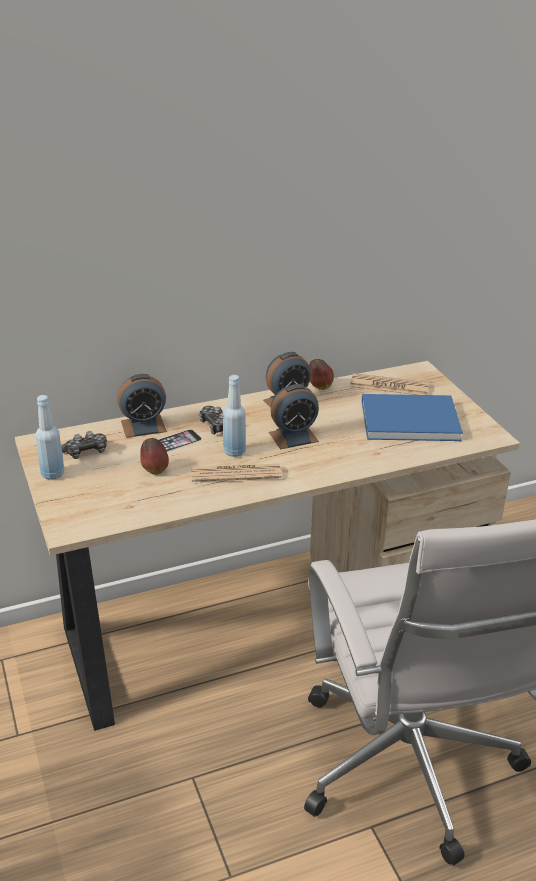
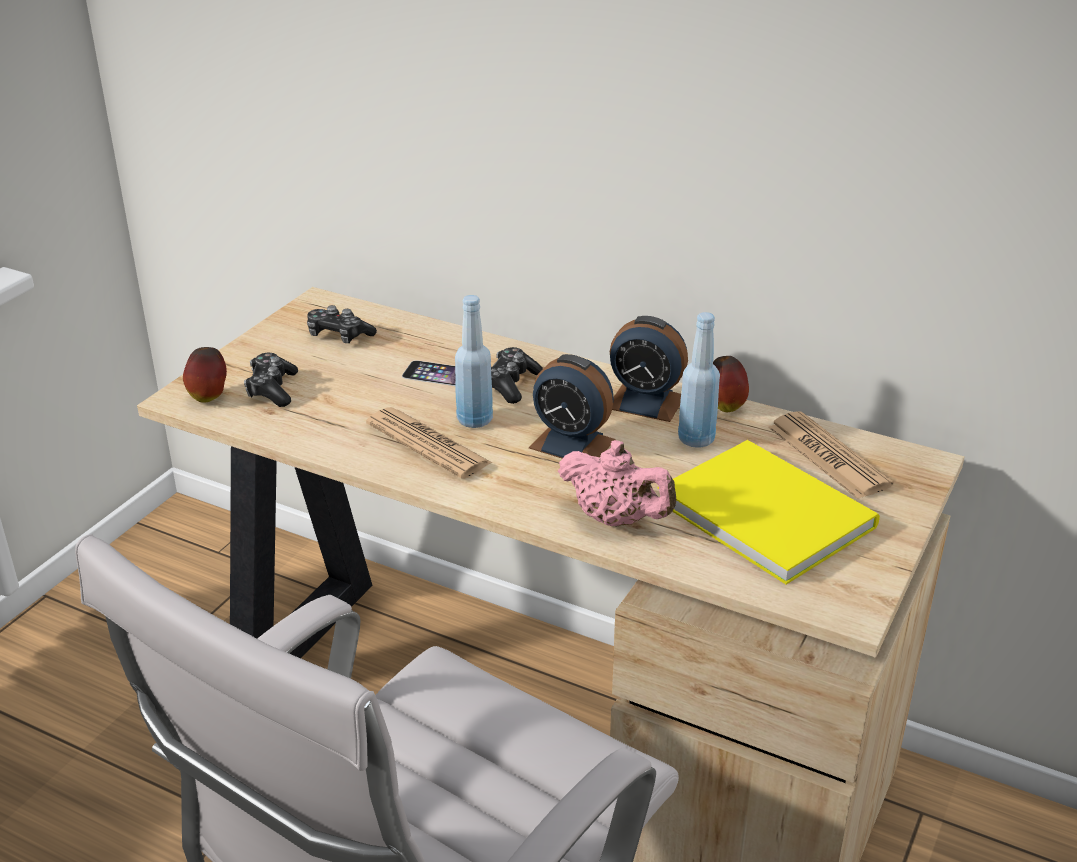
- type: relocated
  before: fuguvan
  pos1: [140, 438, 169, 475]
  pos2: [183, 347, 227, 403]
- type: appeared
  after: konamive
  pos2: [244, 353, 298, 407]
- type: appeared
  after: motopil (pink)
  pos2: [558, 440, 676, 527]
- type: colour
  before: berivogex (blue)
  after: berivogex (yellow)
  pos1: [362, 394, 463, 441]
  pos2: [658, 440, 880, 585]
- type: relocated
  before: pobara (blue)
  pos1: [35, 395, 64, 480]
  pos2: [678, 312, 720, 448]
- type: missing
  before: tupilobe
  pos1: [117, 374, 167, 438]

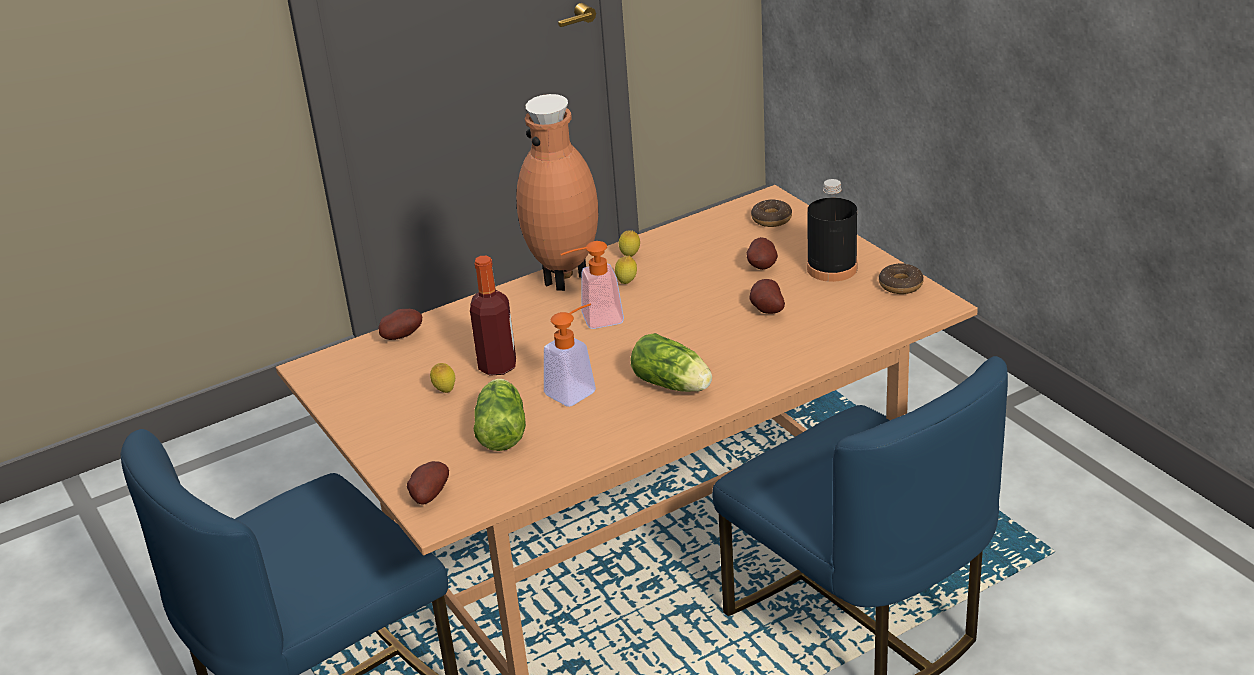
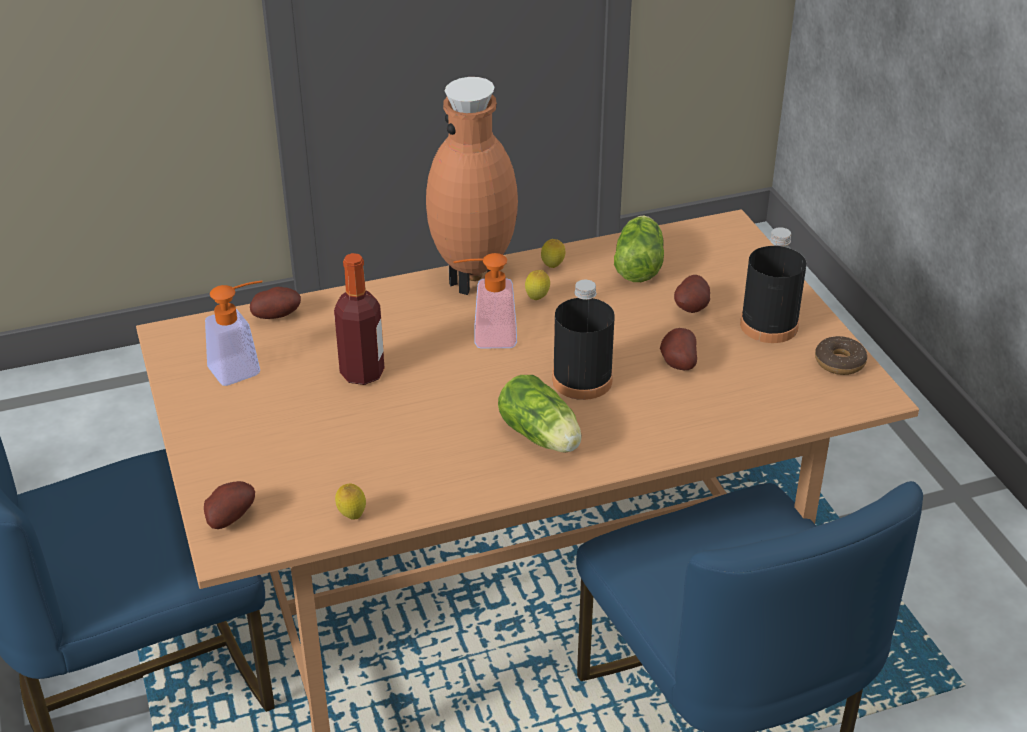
- type: relocated
  before: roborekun
  pos1: [544, 303, 596, 407]
  pos2: [205, 280, 262, 386]
- type: relocated
  before: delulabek
  pos1: [430, 363, 455, 393]
  pos2: [335, 484, 366, 520]
- type: appeared
  after: pobara (black)
  pos2: [552, 280, 615, 400]
- type: relocated
  before: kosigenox
  pos1: [474, 379, 526, 451]
  pos2: [614, 216, 664, 282]
- type: missing
  before: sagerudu
  pos1: [751, 200, 792, 227]

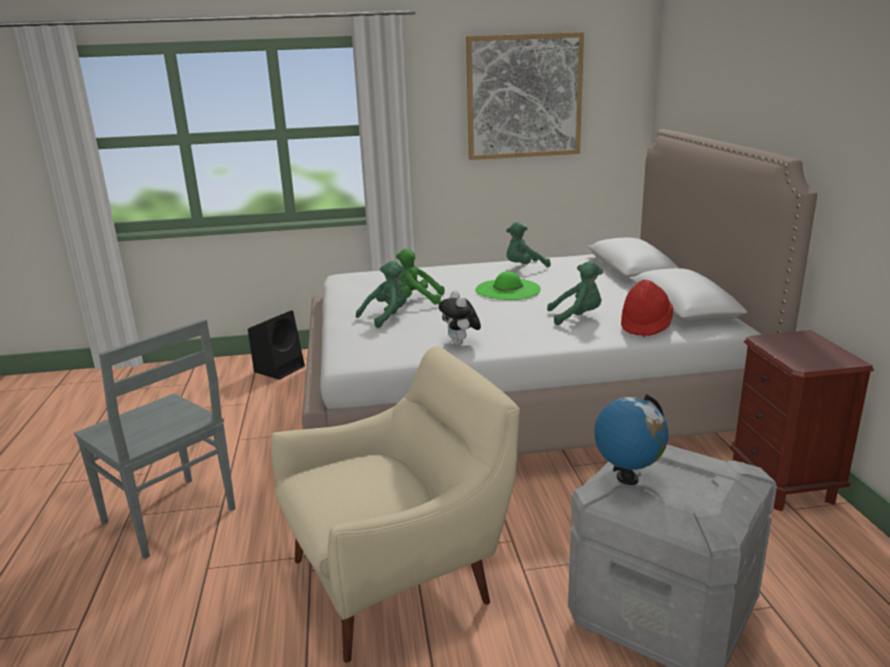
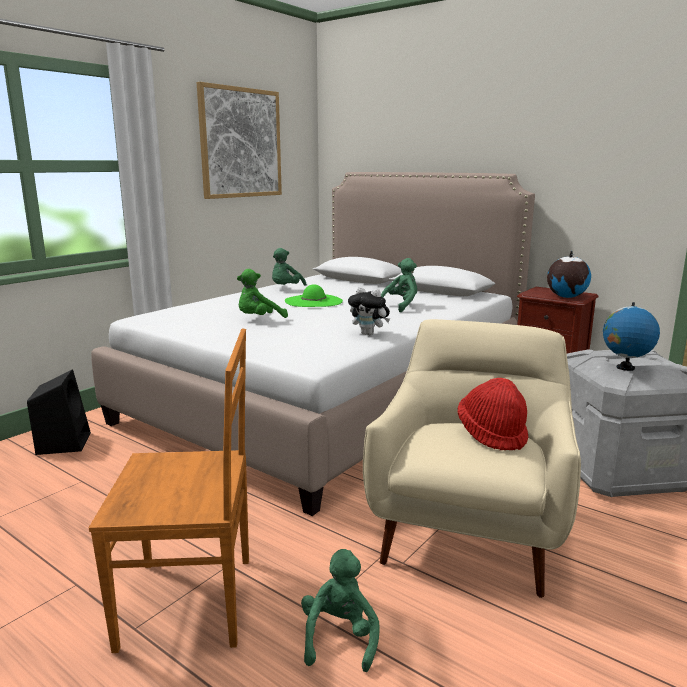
- type: colour
  before: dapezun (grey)
  after: dapezun (brown)
  pos1: [74, 319, 236, 559]
  pos2: [89, 329, 249, 653]
- type: relocated
  before: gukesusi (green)
  pos1: [356, 261, 407, 328]
  pos2: [301, 549, 380, 672]
- type: relocated
  before: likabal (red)
  pos1: [621, 280, 674, 337]
  pos2: [458, 378, 528, 450]
- type: appeared
  after: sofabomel
  pos2: [547, 251, 591, 298]

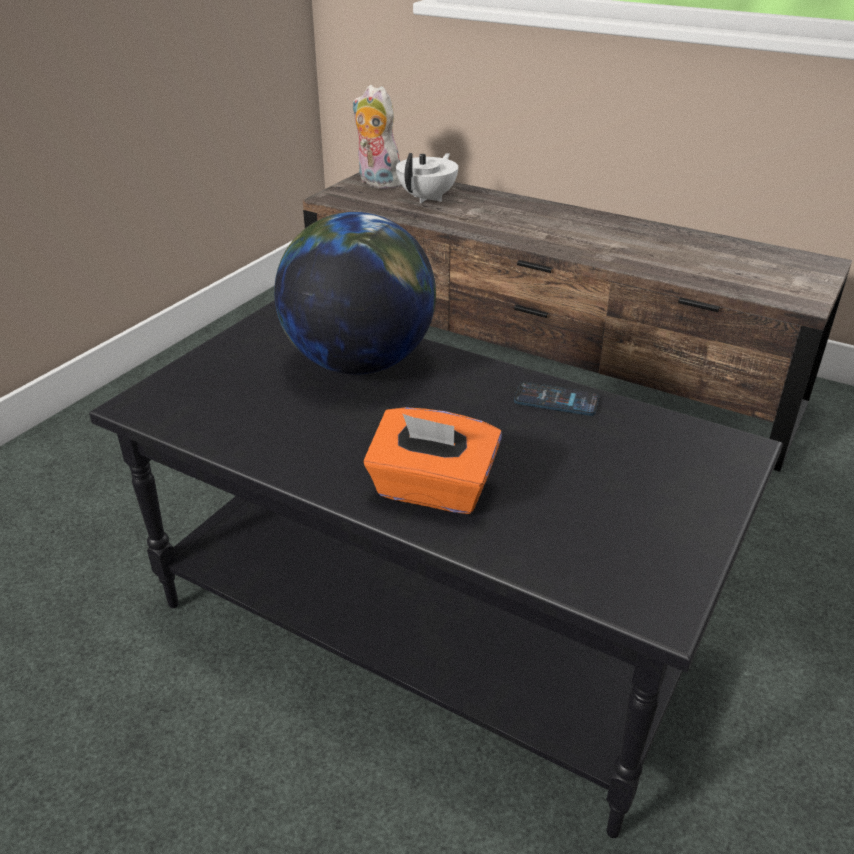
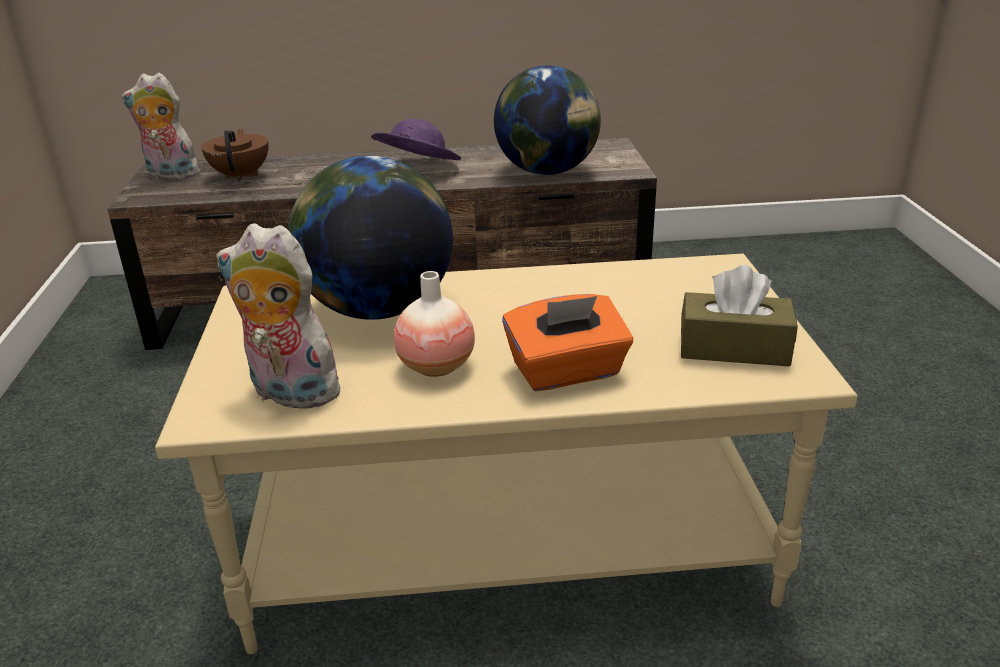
- type: colour
  before: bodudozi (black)
  after: bodudozi (beige)
  pos1: [89, 300, 783, 838]
  pos2: [155, 254, 857, 654]
- type: colour
  before: motopil (white)
  after: motopil (brown)
  pos1: [396, 153, 458, 203]
  pos2: [201, 129, 269, 182]
- type: appeared
  after: gukesusi
  pos2: [216, 223, 351, 409]
- type: appeared
  after: likabal (purple)
  pos2: [371, 119, 461, 160]
- type: appeared
  after: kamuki
  pos2: [394, 271, 475, 377]
- type: appeared
  after: sofabomel
  pos2: [494, 65, 601, 175]
- type: appeared
  after: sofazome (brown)
  pos2: [681, 265, 798, 367]
- type: missing
  before: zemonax
  pos1: [514, 382, 599, 416]

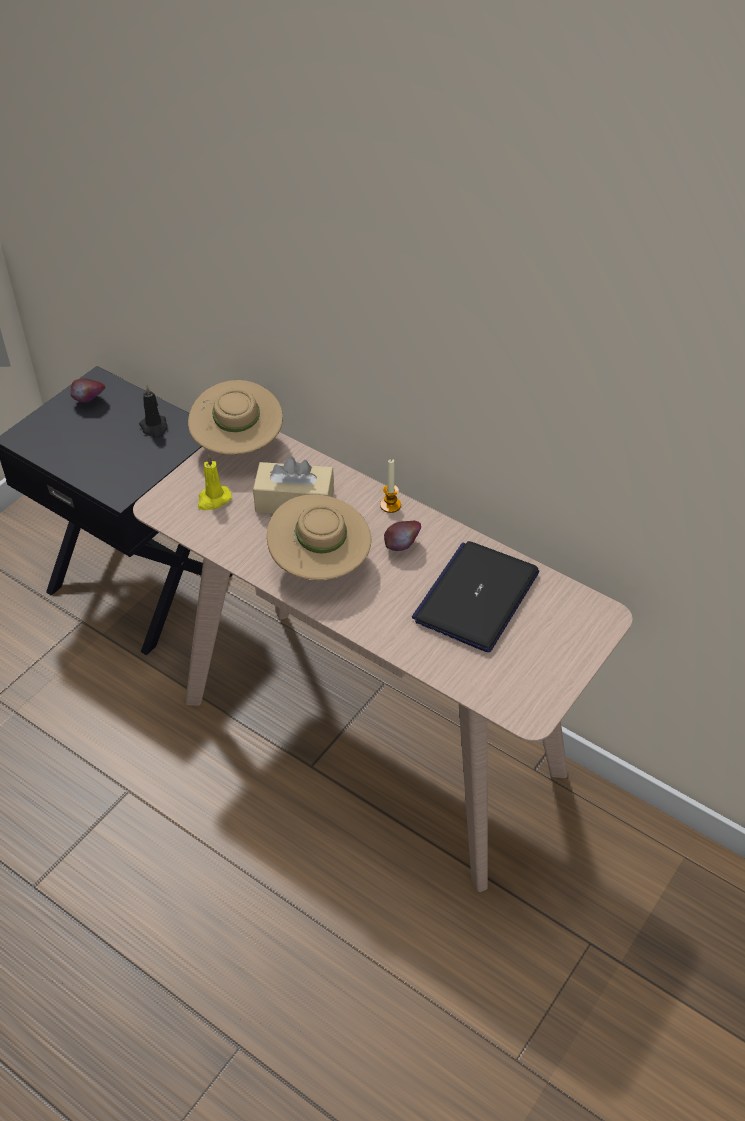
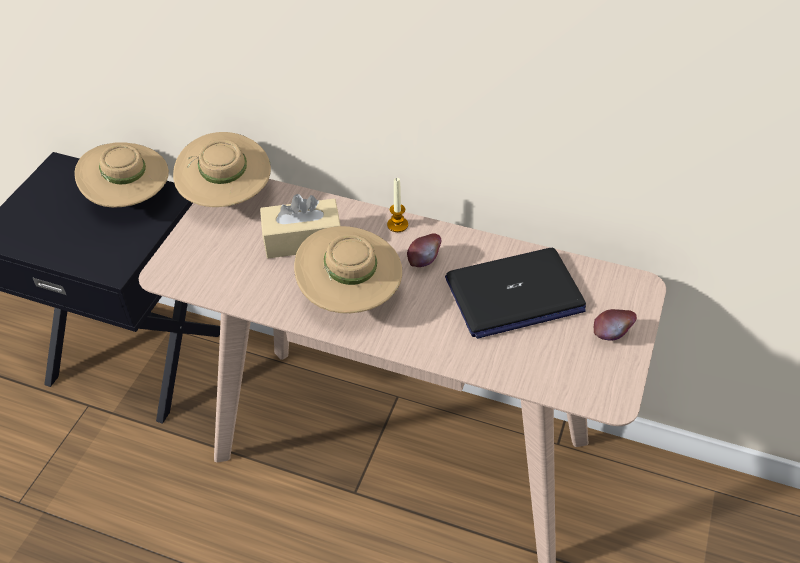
- type: exchanged
  before: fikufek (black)
  after: likabal (beige)
  pos1: [139, 386, 168, 438]
  pos2: [74, 143, 169, 208]
- type: spun
  before: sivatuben
  pos1: [412, 541, 539, 652]
  pos2: [445, 248, 586, 339]
  turn: -120
- type: relocated
  before: fuguvan
  pos1: [70, 378, 105, 402]
  pos2: [594, 309, 637, 341]
- type: missing
  before: fikufek (yellow)
  pos1: [198, 455, 232, 510]

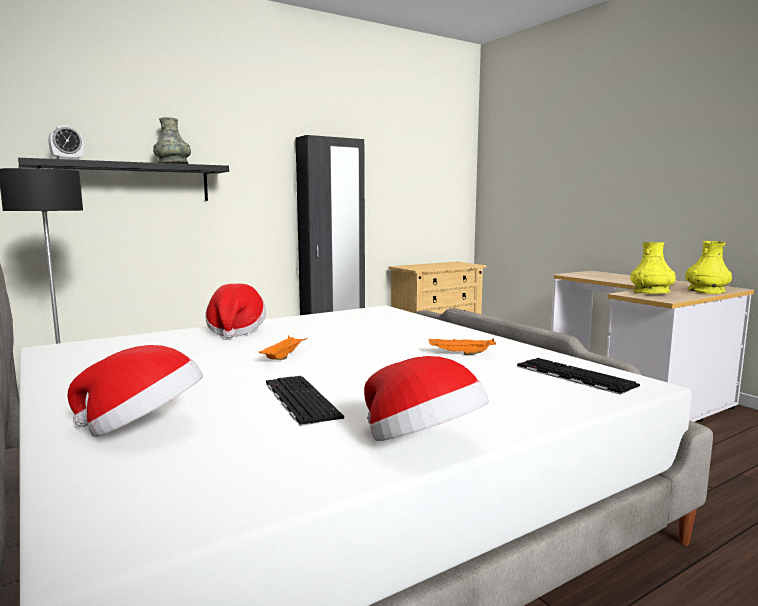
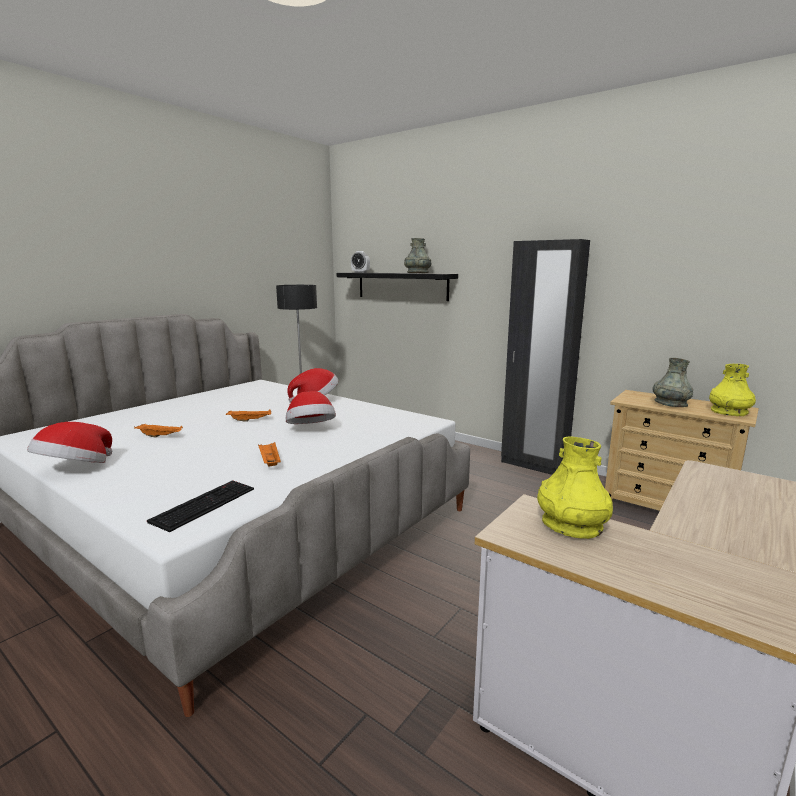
- type: exchanged
  before: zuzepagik
  after: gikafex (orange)
  pos1: [266, 376, 344, 426]
  pos2: [134, 424, 183, 438]
- type: relocated
  before: likabal
  pos1: [68, 345, 203, 437]
  pos2: [286, 391, 336, 424]
- type: appeared
  after: kamuki (grey)
  pos2: [652, 358, 693, 407]
- type: relocated
  before: kamuki (yellow)
  pos1: [685, 241, 732, 294]
  pos2: [709, 364, 756, 416]

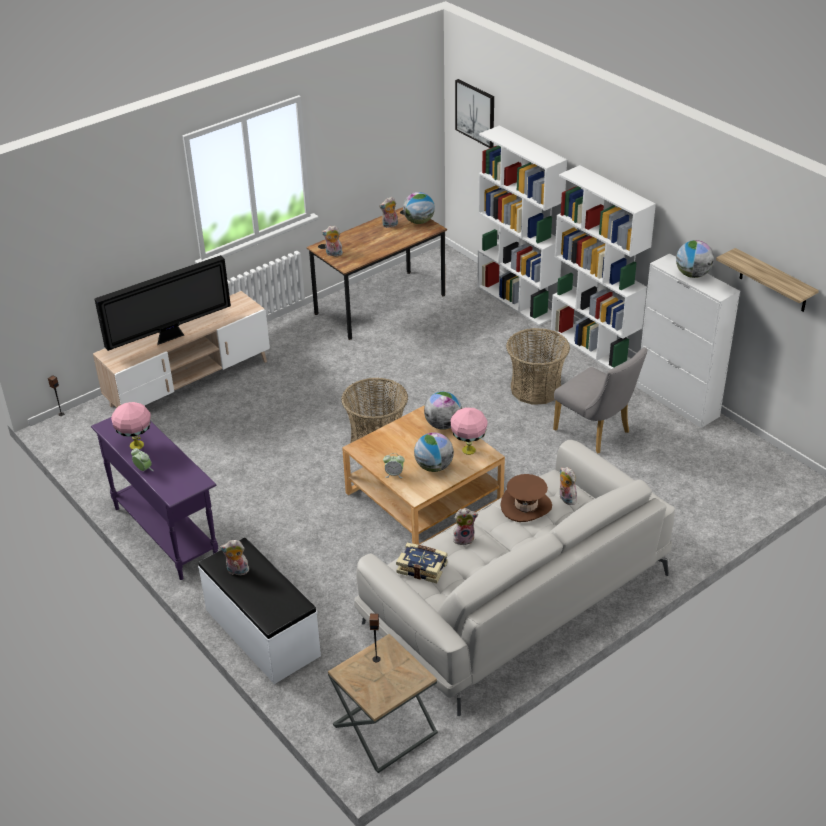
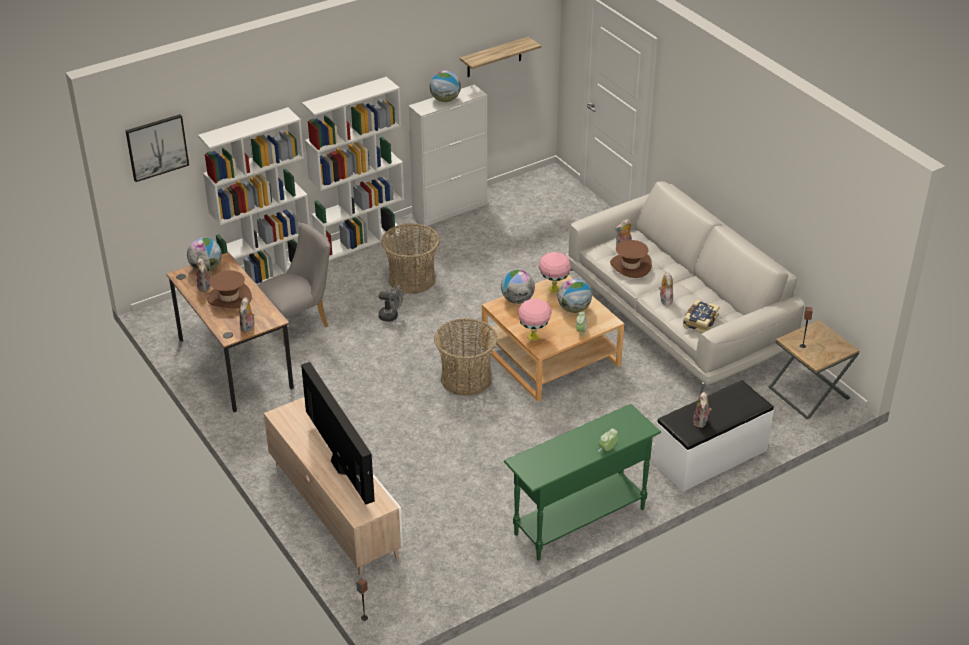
- type: appeared
  after: likabal (brown)
  pos2: [207, 270, 252, 309]
- type: relocated
  before: dapezun (grey)
  pos1: [553, 347, 647, 454]
  pos2: [257, 223, 331, 347]
- type: appeared
  after: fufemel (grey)
  pos2: [378, 285, 403, 322]
- type: colour
  before: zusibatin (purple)
  after: zusibatin (green)
  pos1: [91, 417, 218, 580]
  pos2: [504, 404, 661, 561]
- type: relocated
  before: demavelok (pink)
  pos1: [111, 402, 151, 450]
  pos2: [518, 299, 552, 341]

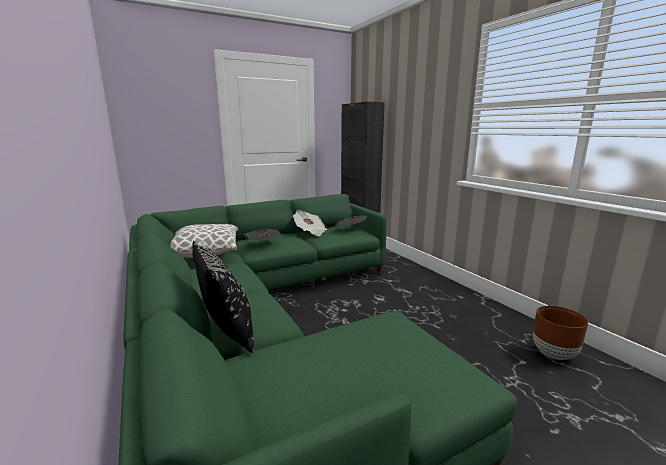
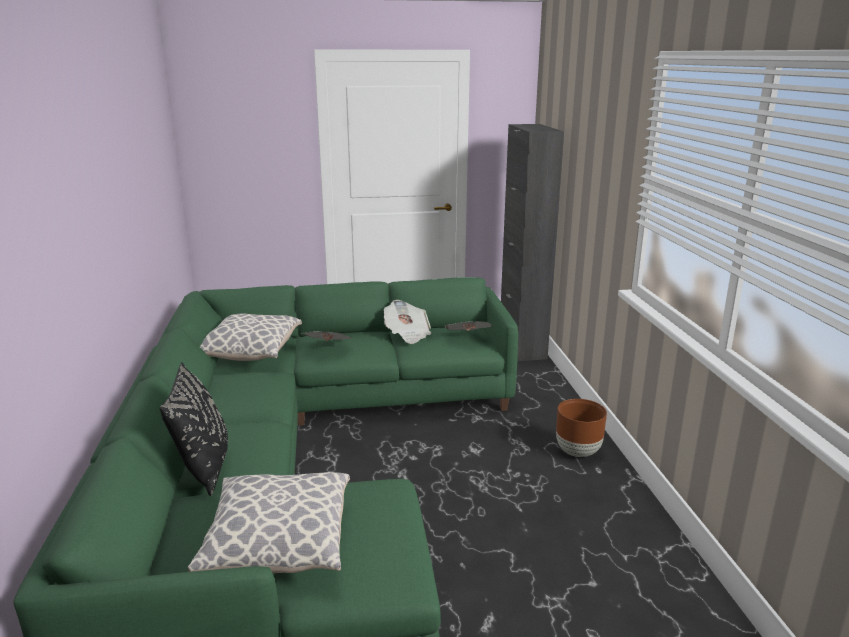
- type: appeared
  after: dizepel
  pos2: [188, 472, 350, 573]
- type: relocated
  before: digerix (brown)
  pos1: [533, 306, 588, 360]
  pos2: [556, 399, 607, 457]

